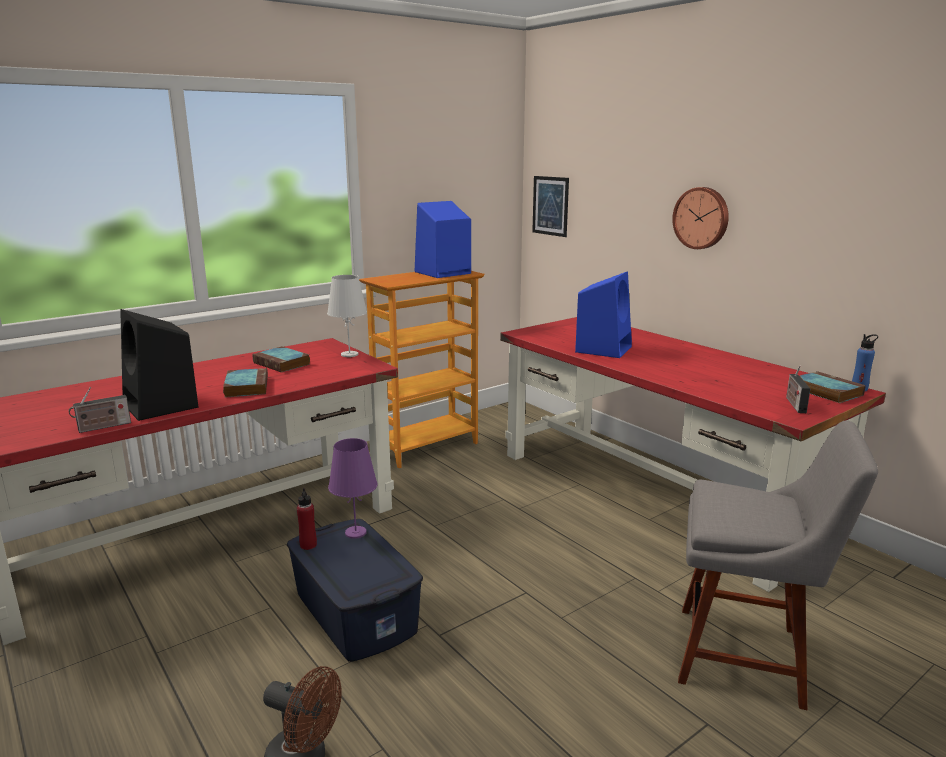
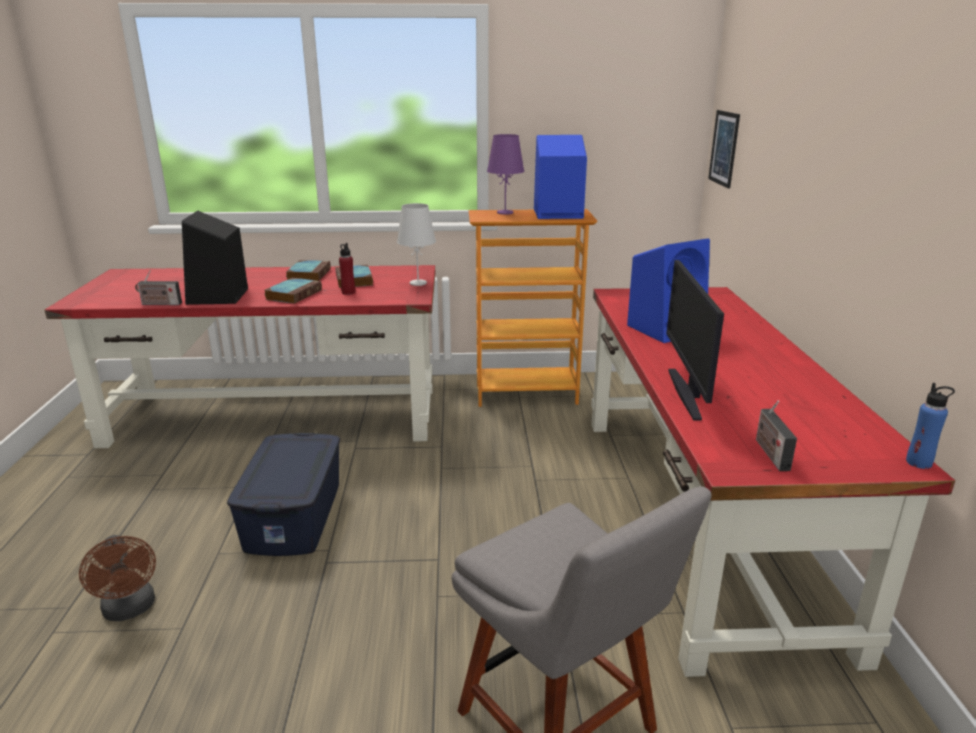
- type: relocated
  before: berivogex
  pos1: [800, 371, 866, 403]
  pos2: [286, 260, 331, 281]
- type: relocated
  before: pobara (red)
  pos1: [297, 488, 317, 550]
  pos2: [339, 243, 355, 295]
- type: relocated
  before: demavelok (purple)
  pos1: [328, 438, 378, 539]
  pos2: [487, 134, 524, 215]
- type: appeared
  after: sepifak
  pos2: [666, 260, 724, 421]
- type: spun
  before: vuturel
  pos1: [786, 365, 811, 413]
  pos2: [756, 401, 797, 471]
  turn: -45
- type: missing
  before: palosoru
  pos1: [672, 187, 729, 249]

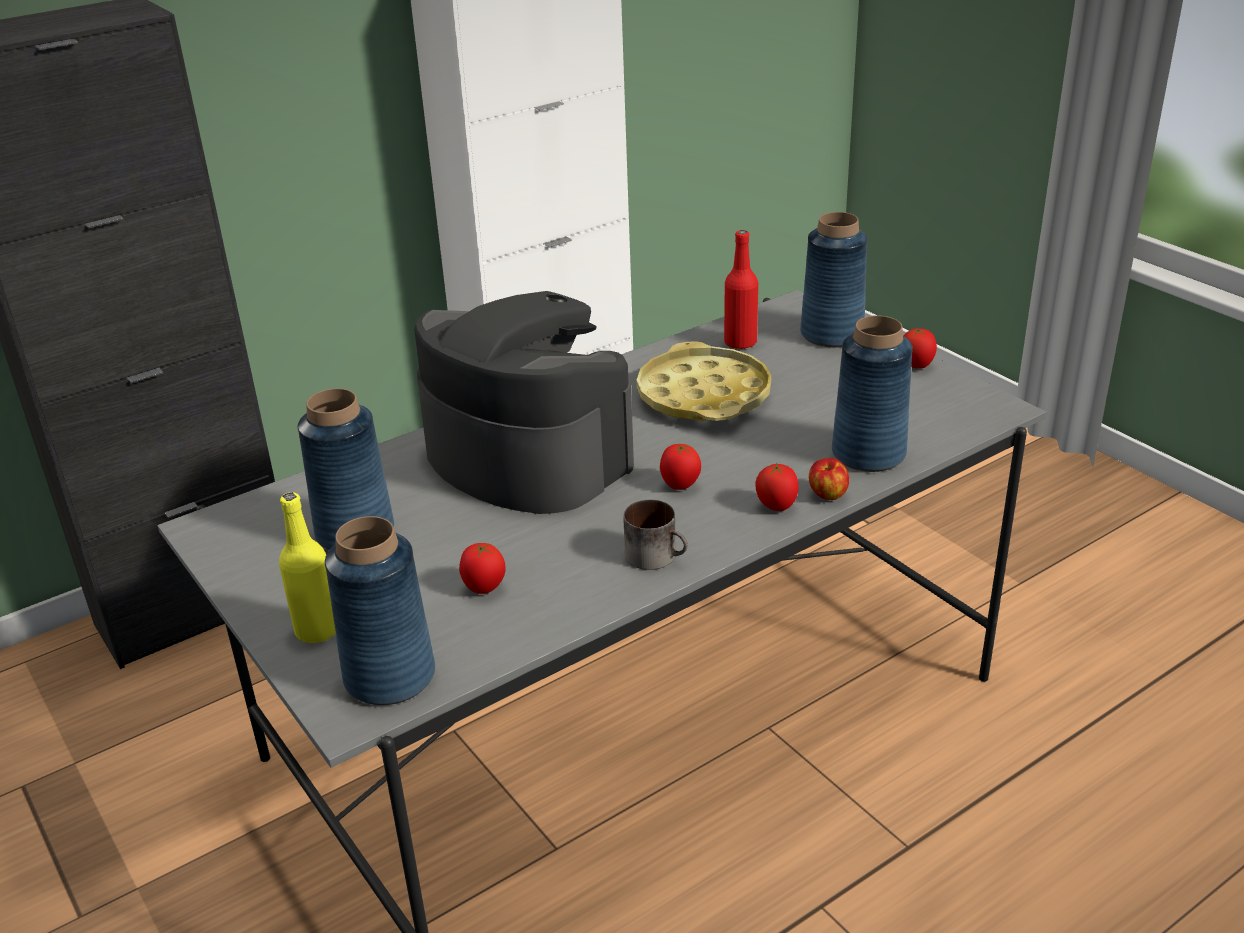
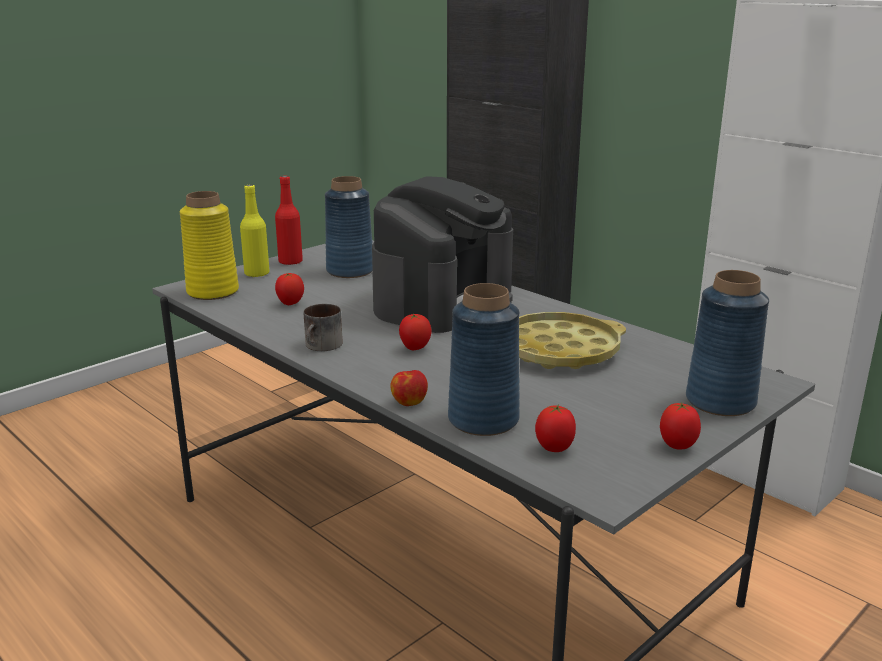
- type: colour
  before: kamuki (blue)
  after: kamuki (yellow)
  pos1: [325, 516, 435, 705]
  pos2: [180, 191, 239, 300]
- type: relocated
  before: pobara (red)
  pos1: [724, 230, 758, 349]
  pos2: [275, 176, 303, 265]
- type: relocated
  before: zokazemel
  pos1: [755, 462, 799, 511]
  pos2: [535, 405, 576, 452]

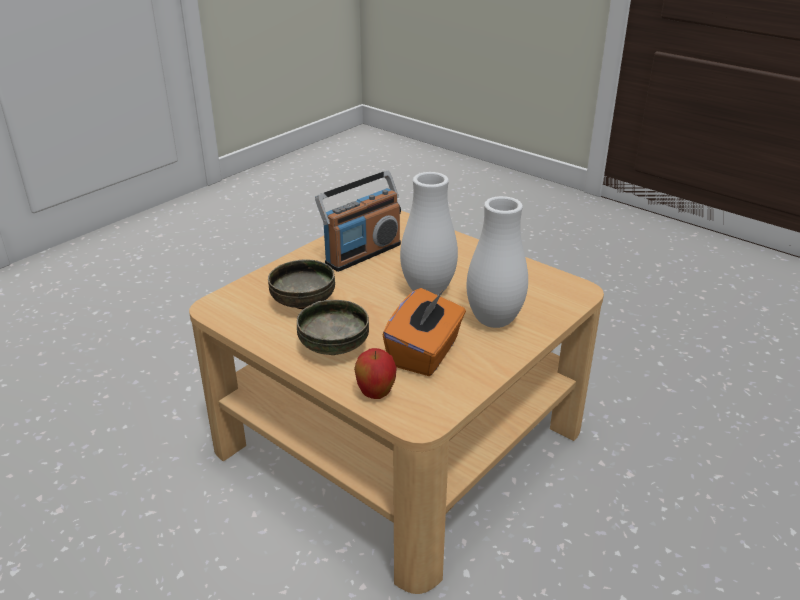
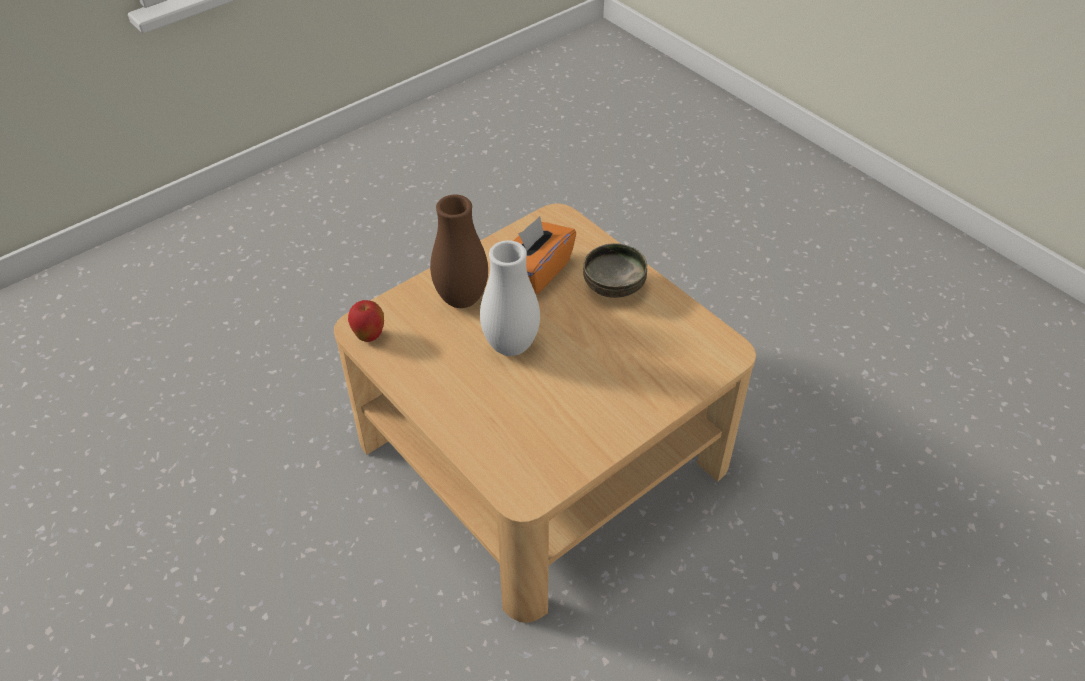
- type: relocated
  before: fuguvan
  pos1: [354, 348, 397, 399]
  pos2: [348, 300, 384, 342]
- type: colour
  before: kamuki (white)
  after: kamuki (brown)
  pos1: [467, 196, 528, 328]
  pos2: [430, 195, 488, 308]
- type: missing
  before: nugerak
  pos1: [268, 259, 335, 309]
- type: missing
  before: vuturel
  pos1: [315, 170, 401, 272]

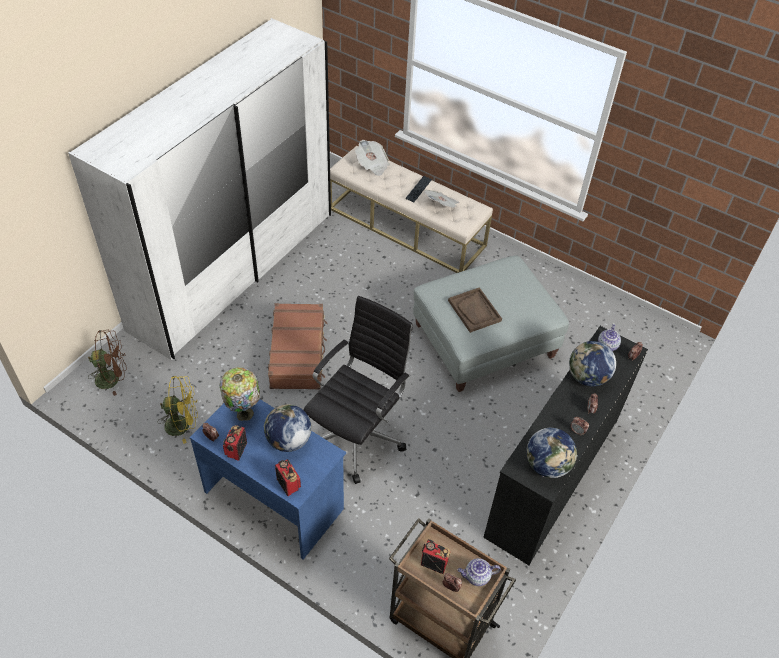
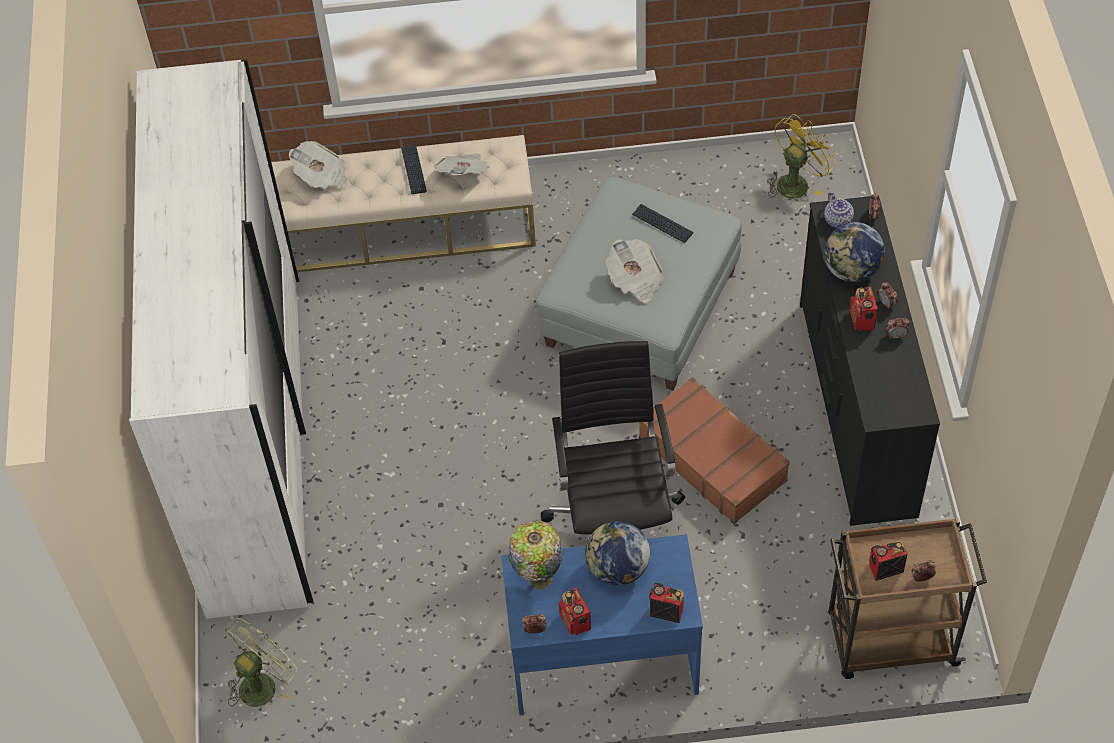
- type: colour
  before: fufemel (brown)
  after: fufemel (green)
  pos1: [88, 330, 127, 396]
  pos2: [224, 618, 297, 707]
- type: exchanged
  before: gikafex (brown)
  after: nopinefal
  pos1: [448, 287, 502, 333]
  pos2: [605, 239, 665, 303]
- type: appeared
  after: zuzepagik
  pos2: [632, 204, 693, 243]
- type: relocated
  before: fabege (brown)
  pos1: [268, 303, 327, 389]
  pos2: [639, 377, 790, 524]
- type: relocated
  before: fufemel (yellow)
  pos1: [157, 376, 198, 444]
  pos2: [767, 114, 836, 199]
- type: appeared
  after: vuturel
  pos2: [849, 286, 878, 331]
- type: missing
  before: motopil
  pos1: [458, 558, 501, 586]
- type: missing
  before: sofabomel
  pos1: [526, 428, 577, 478]

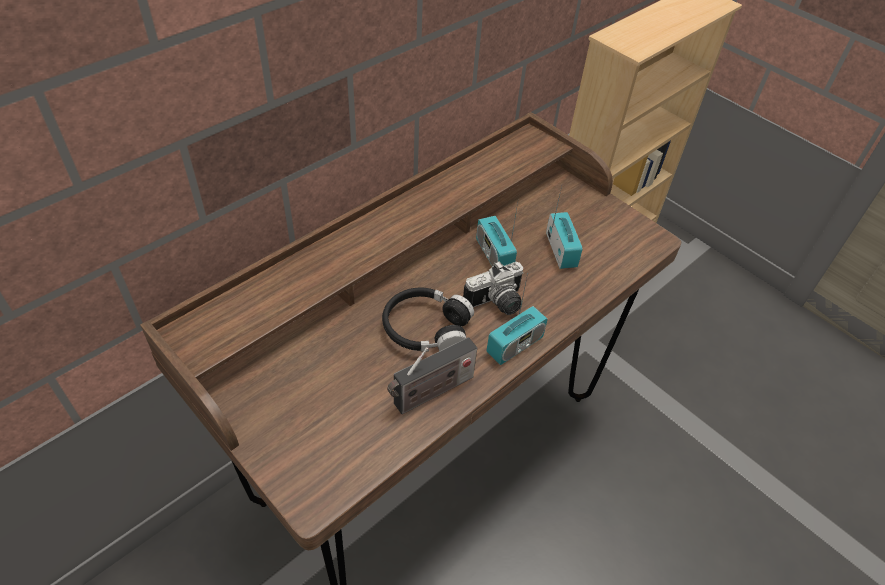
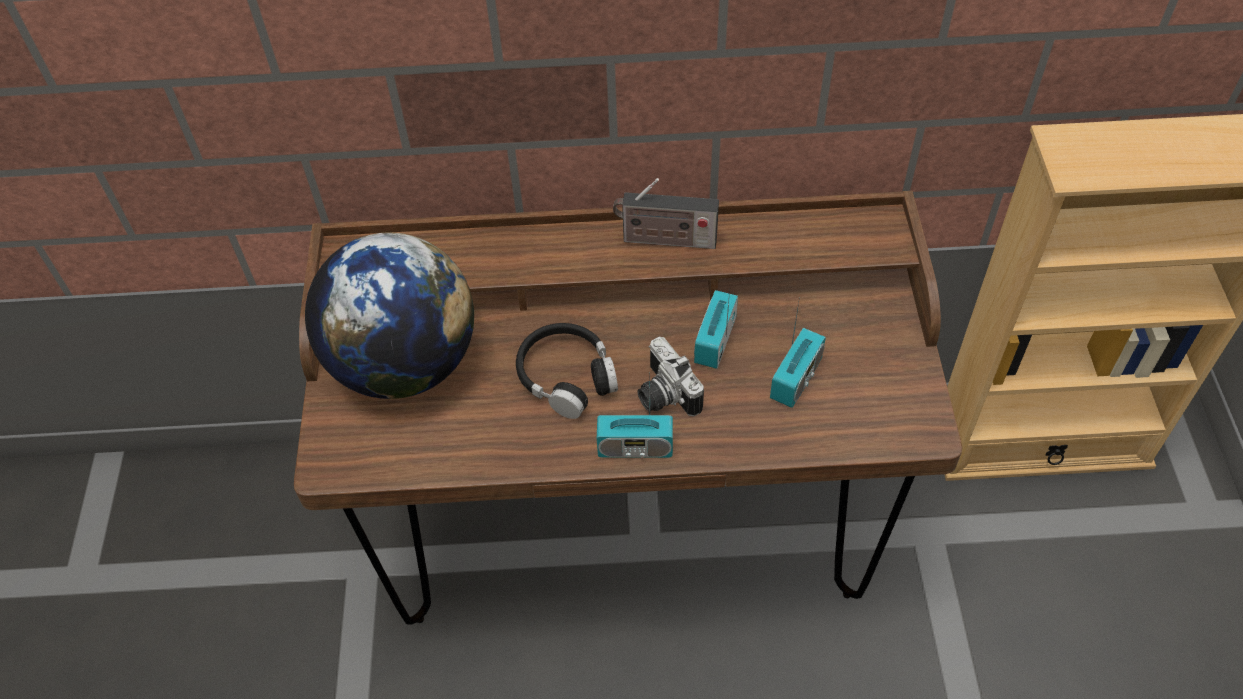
- type: appeared
  after: sofabomel
  pos2: [305, 232, 474, 399]
- type: relocated
  before: vuturel
  pos1: [387, 337, 477, 414]
  pos2: [613, 178, 719, 249]
- type: spun
  before: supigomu
  pos1: [463, 261, 524, 315]
  pos2: [637, 337, 704, 416]
  turn: 45

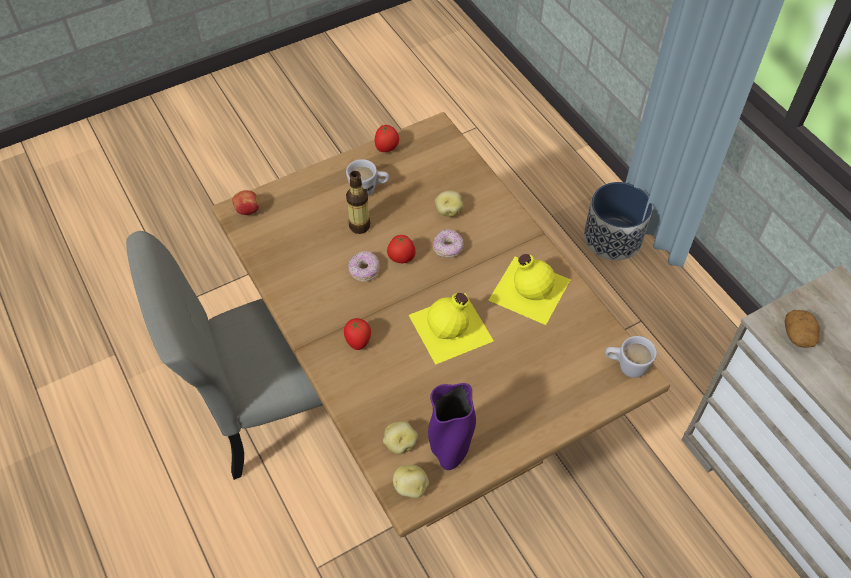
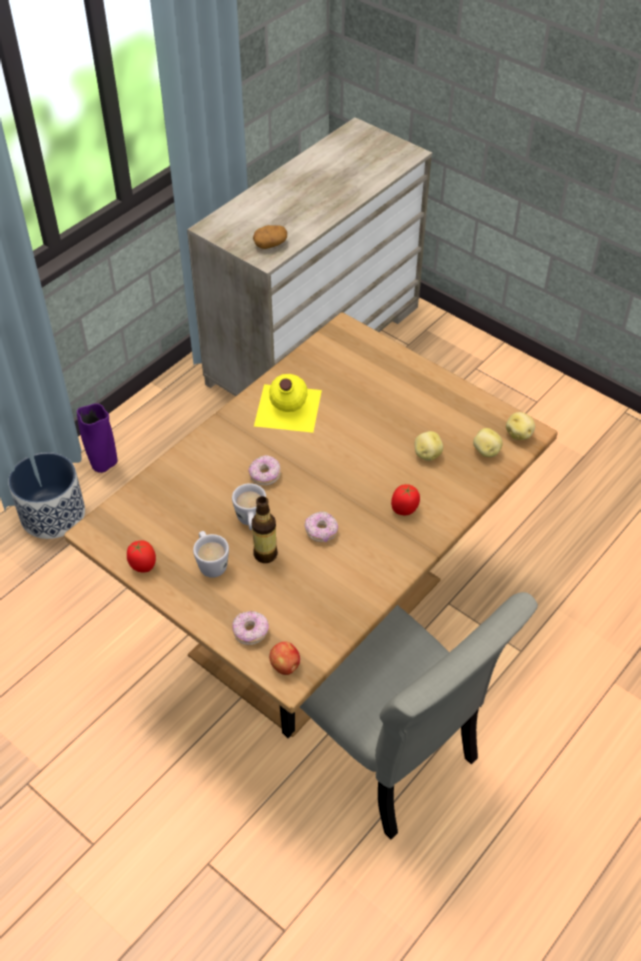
- type: relocated
  before: kamuki (purple)
  pos1: [428, 383, 476, 470]
  pos2: [77, 403, 117, 473]
- type: relocated
  before: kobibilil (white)
  pos1: [605, 336, 657, 378]
  pos2: [232, 483, 266, 530]
- type: appeared
  after: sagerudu
  pos2: [232, 611, 269, 645]
- type: relocated
  before: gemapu
  pos1: [435, 190, 463, 217]
  pos2: [415, 431, 443, 461]
- type: missing
  before: zokazemel
  pos1: [387, 234, 416, 263]
- type: missing
  before: pobara (yellow)
  pos1: [409, 293, 494, 365]

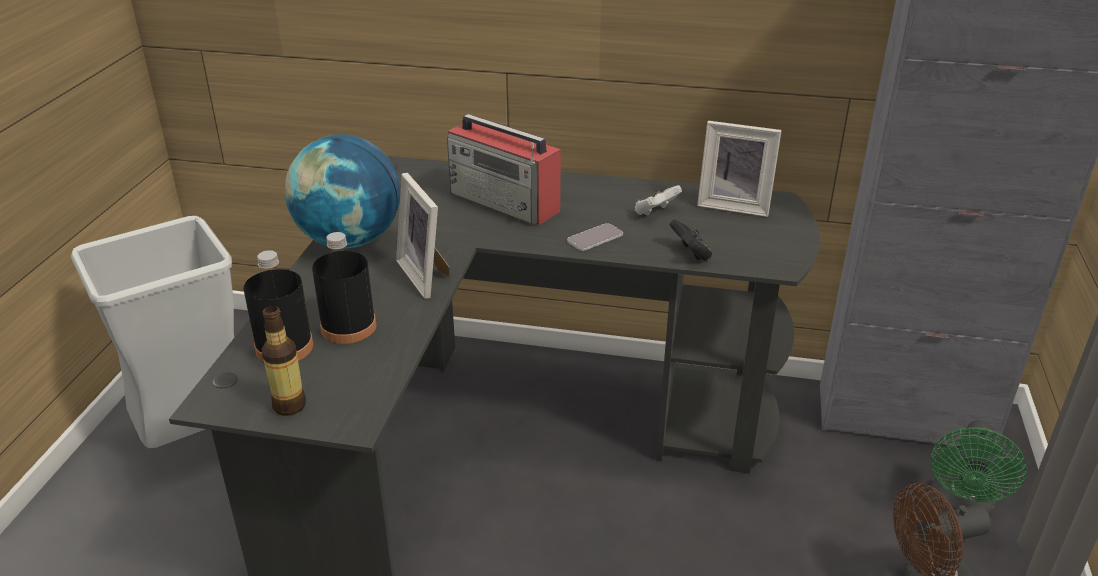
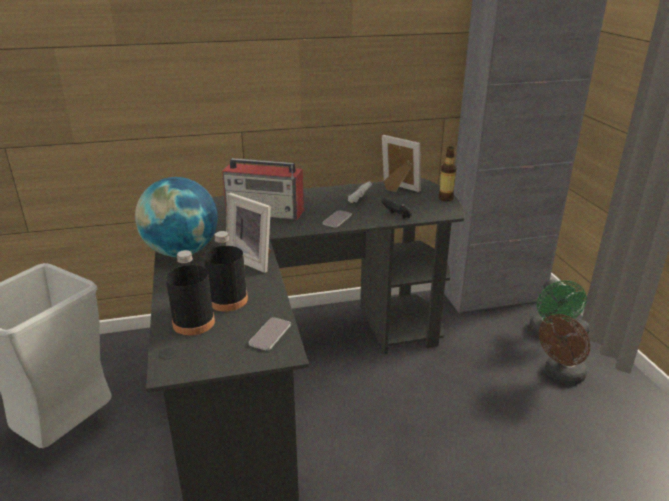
- type: appeared
  after: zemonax
  pos2: [249, 317, 291, 351]
- type: spun
  before: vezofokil
  pos1: [697, 121, 782, 217]
  pos2: [382, 135, 421, 192]
  turn: -135
- type: relocated
  before: pobara
  pos1: [262, 306, 306, 416]
  pos2: [438, 146, 456, 201]

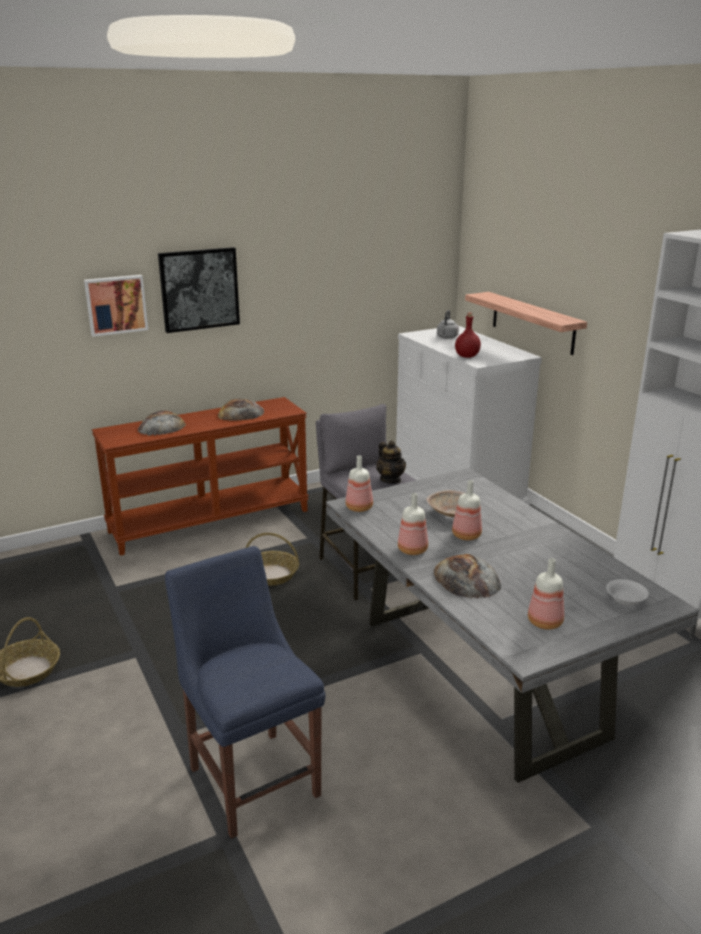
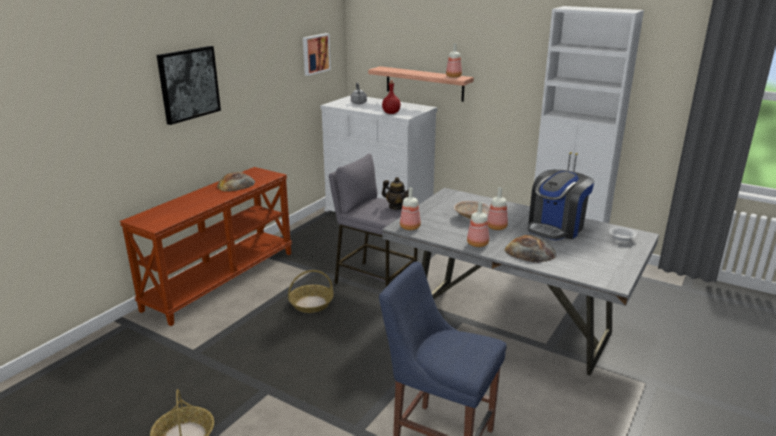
- type: relocated
  before: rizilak
  pos1: [84, 275, 148, 337]
  pos2: [303, 33, 331, 76]
- type: relocated
  before: pobara
  pos1: [528, 558, 564, 630]
  pos2: [446, 43, 462, 78]
- type: appeared
  after: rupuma
  pos2: [528, 170, 594, 240]
- type: missing
  before: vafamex
  pos1: [138, 411, 186, 436]

